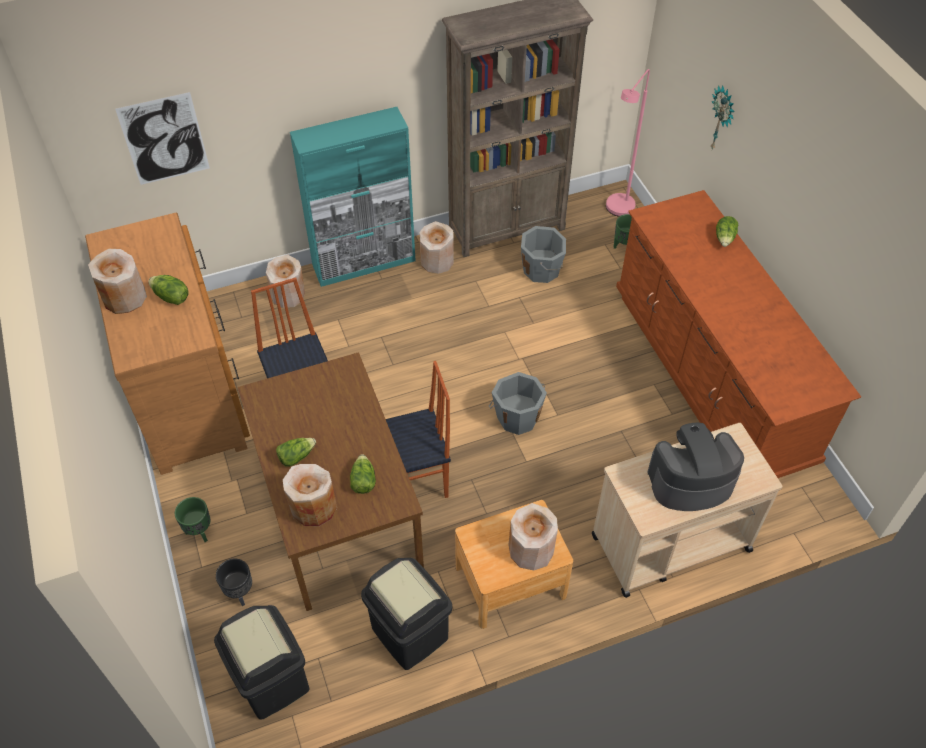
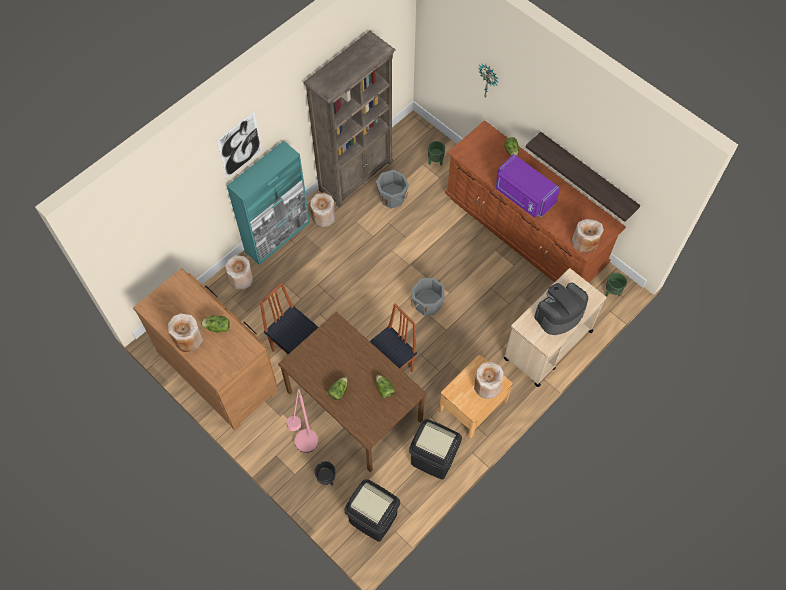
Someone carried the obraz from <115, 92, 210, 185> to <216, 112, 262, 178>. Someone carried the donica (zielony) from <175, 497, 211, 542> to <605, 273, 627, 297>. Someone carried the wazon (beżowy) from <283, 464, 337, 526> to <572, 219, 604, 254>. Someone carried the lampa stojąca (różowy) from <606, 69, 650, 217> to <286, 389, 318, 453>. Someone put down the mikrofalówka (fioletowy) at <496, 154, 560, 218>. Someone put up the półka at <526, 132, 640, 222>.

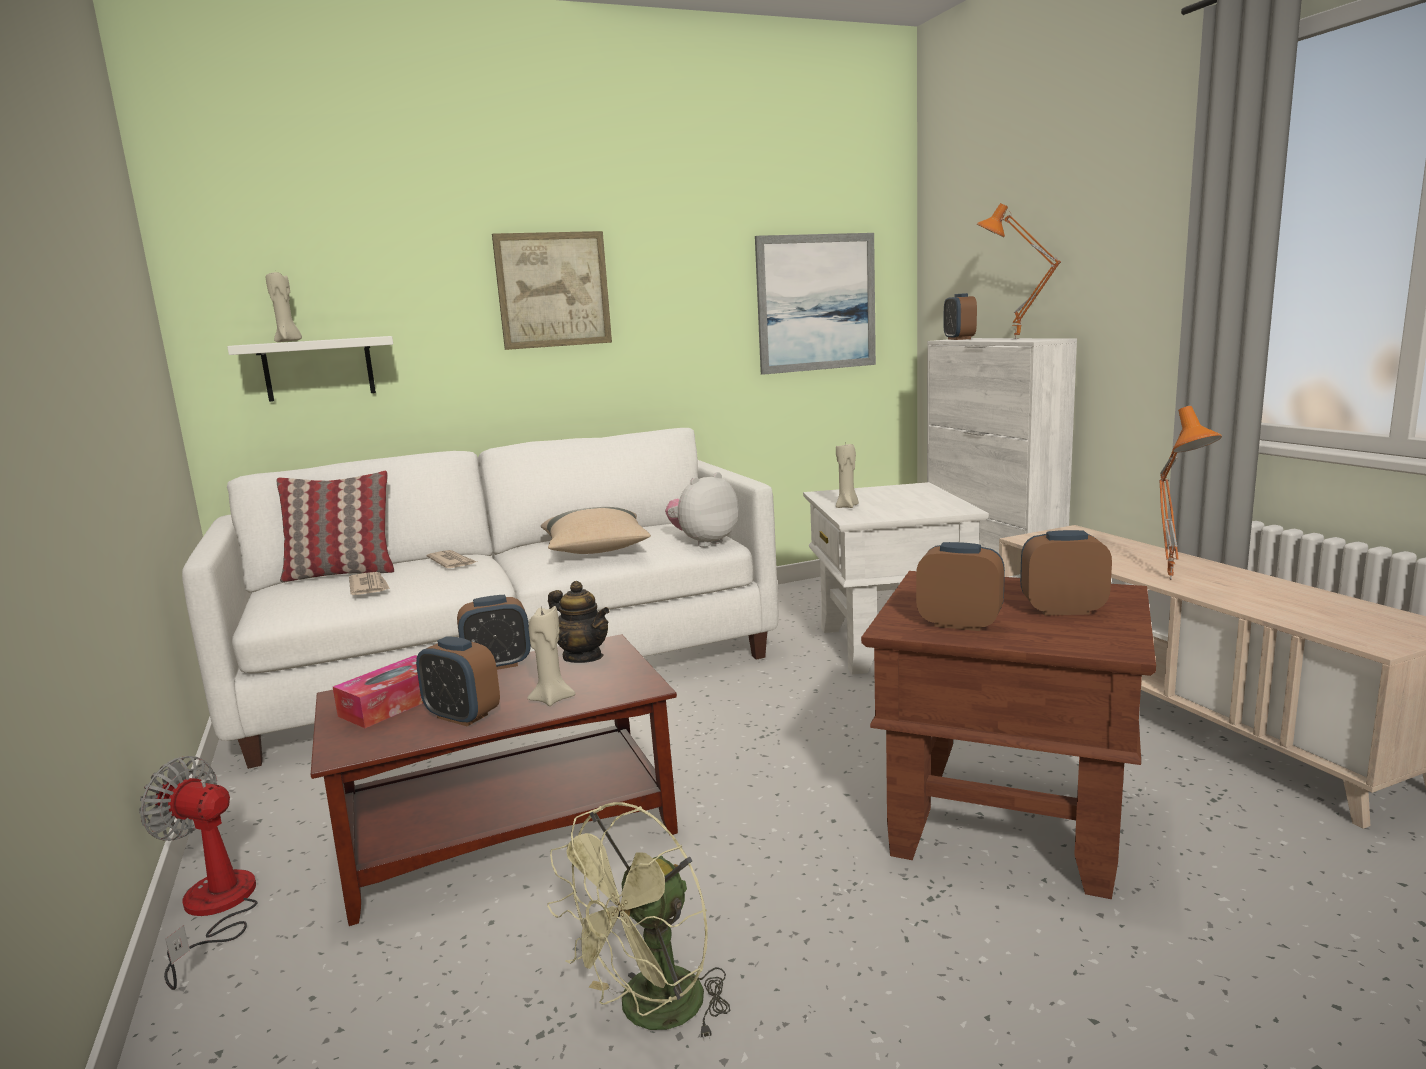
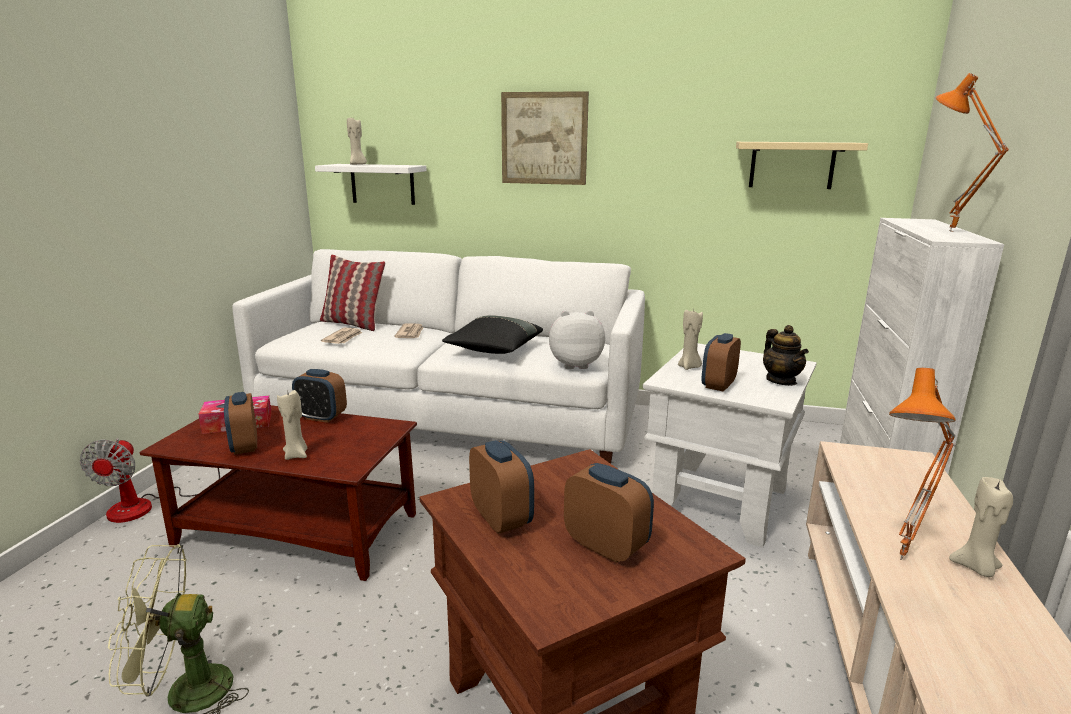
Someone rotated the wentylator at <139, 756, 257, 990> by 150 degrees counterclockwise. Someone repainted the poduszka (beżowy) at <541, 507, 651, 554>, which became the poduszka (czarny) at <442, 315, 543, 354>. Someone carried the imbryk from <548, 581, 610, 663> to <763, 325, 809, 386>. Someone swapped the obraz at <755, 233, 876, 375> for the półka (beżowy) at <736, 142, 868, 189>. Someone carried the budzik from <944, 293, 977, 340> to <702, 333, 741, 392>. Someone put down the świeca (beżowy) at <949, 477, 1013, 577>.

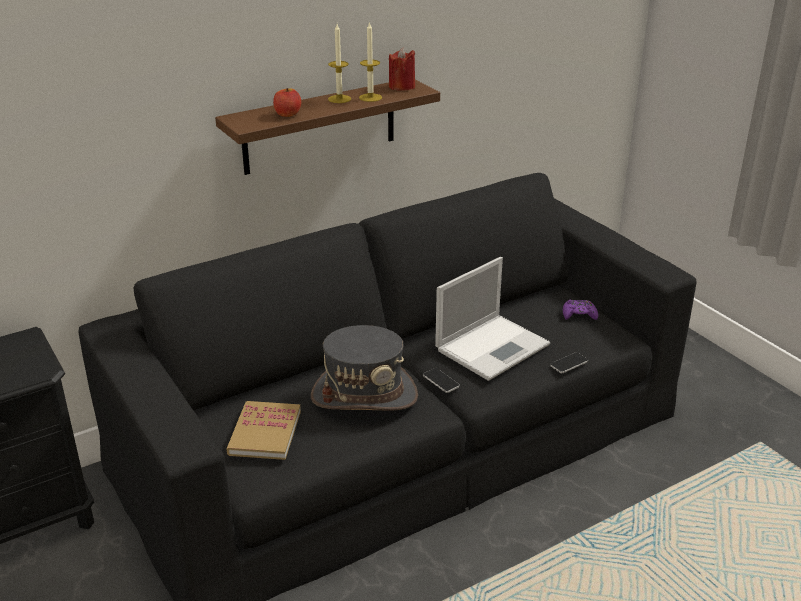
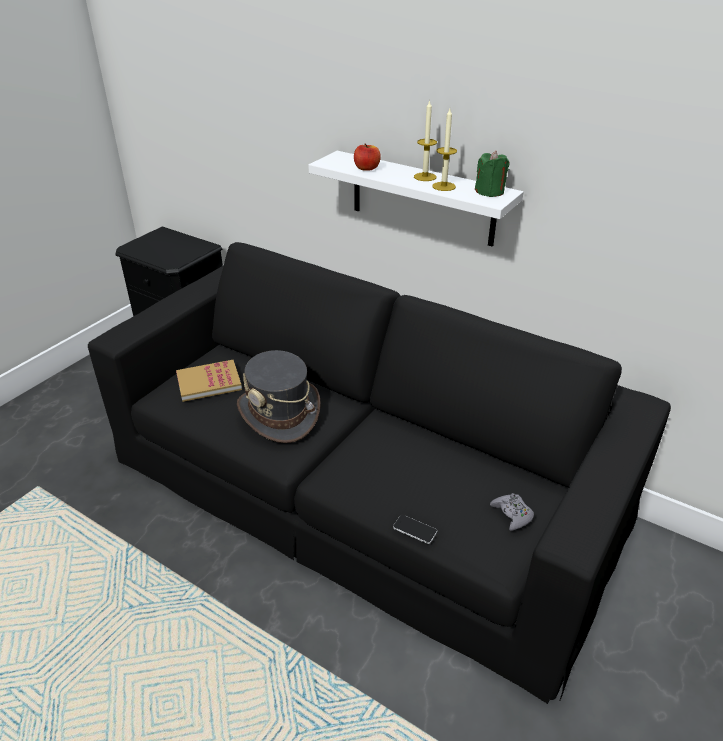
Someone repainted the półka (brązowy) at <215, 80, 440, 175>, which became the półka (biały) at <308, 151, 524, 247>. Someone repainted the świeca (czerwony) at <389, 48, 415, 91>, which became the świeca (zielony) at <475, 151, 510, 197>. Someone took away the telefon at <423, 368, 460, 393>. Someone took away the laptop at <435, 257, 550, 381>. Someone repainted the pad do gier (fioletowy) at <563, 300, 598, 320>, which became the pad do gier (szary) at <490, 493, 534, 531>.

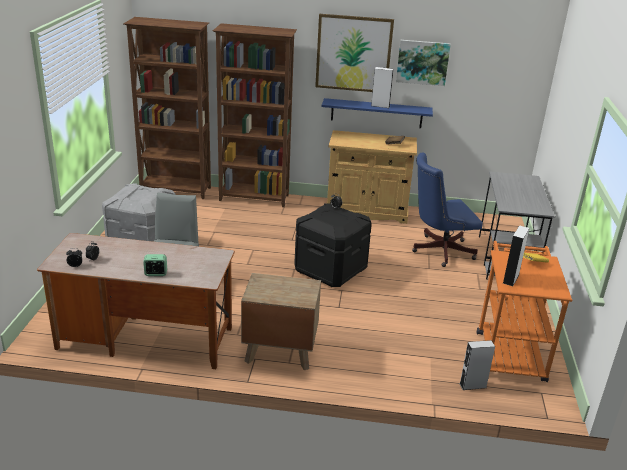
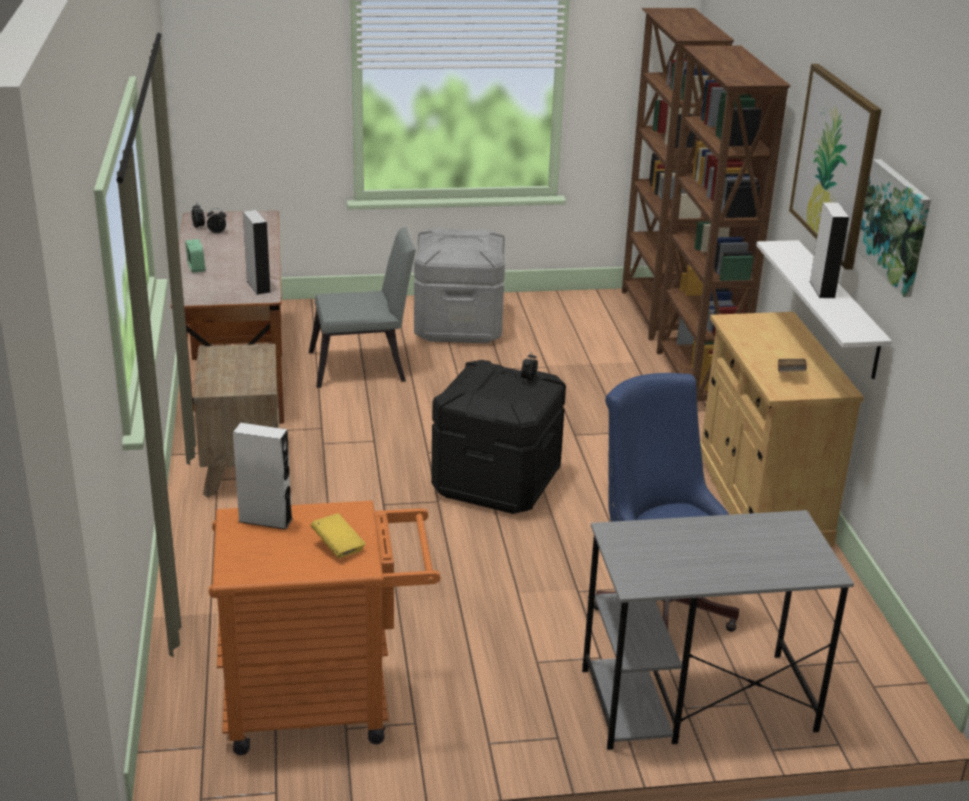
Someone repainted the półka (niebieski) at <322, 98, 433, 128>, which became the półka (biały) at <756, 240, 892, 379>. Someone carried the głośnik (szary) from <459, 340, 495, 390> to <243, 210, 271, 295>.

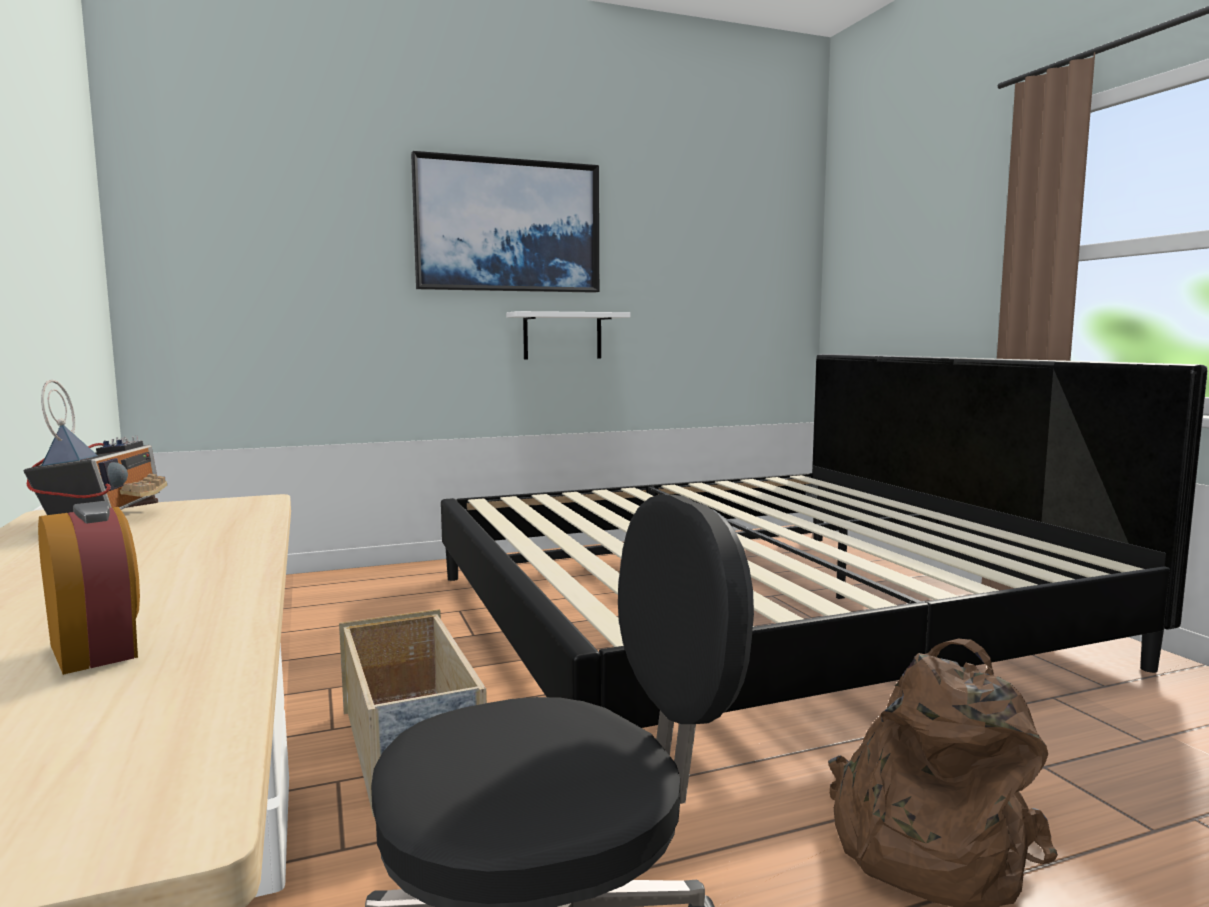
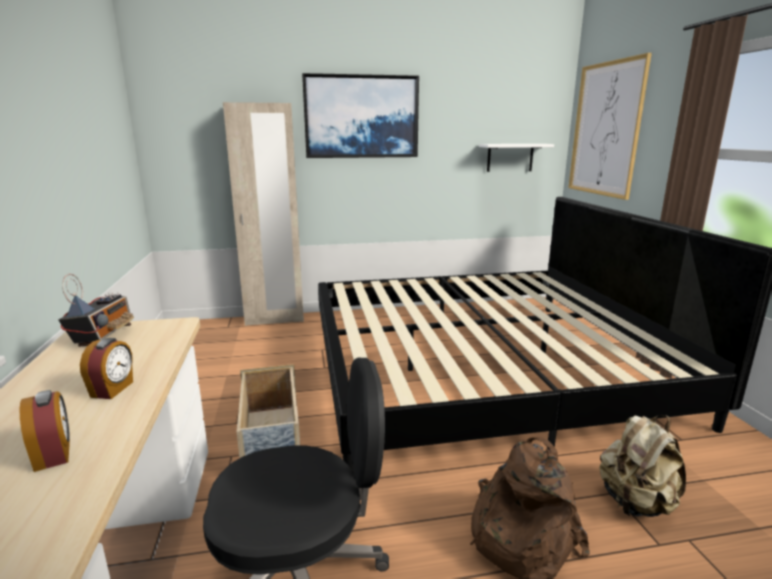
Someone carried the półka (biały) from <506, 311, 630, 359> to <479, 144, 554, 172>. Someone put down the budzik at <80, 338, 133, 399>. Someone put down the szafa (beżowy) at <223, 102, 304, 326>. Someone put up the obraz at <568, 53, 652, 200>. Someone put down the plecak (beżowy) at <599, 415, 686, 517>.

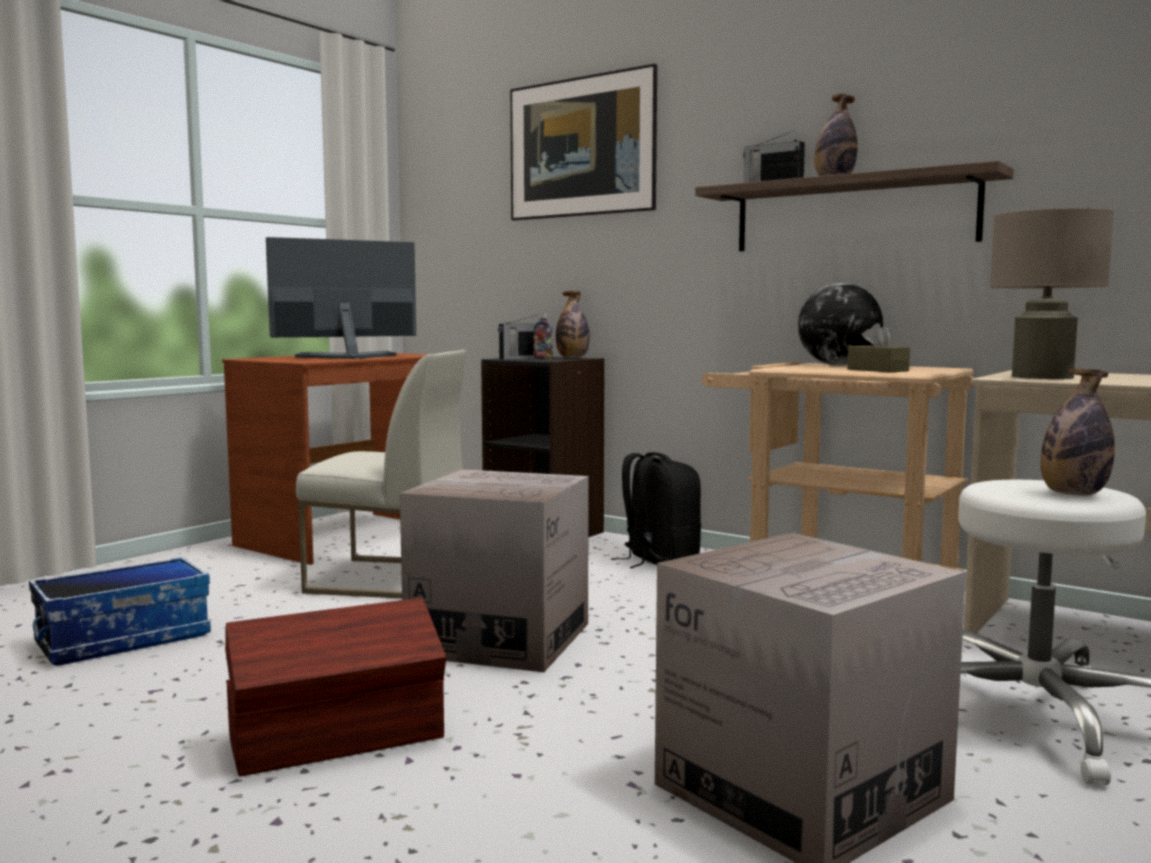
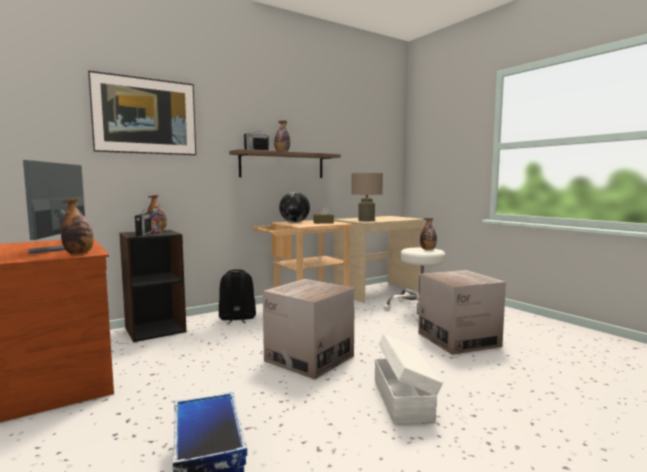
Someone repainted the pojemnik do przechowywania (brązowy) at <225, 598, 446, 776>, which became the pojemnik do przechowywania (biały) at <375, 334, 443, 425>. Someone took away the krzesło (biały) at <296, 350, 467, 598>. Someone put down the butelka at <61, 199, 93, 254>.

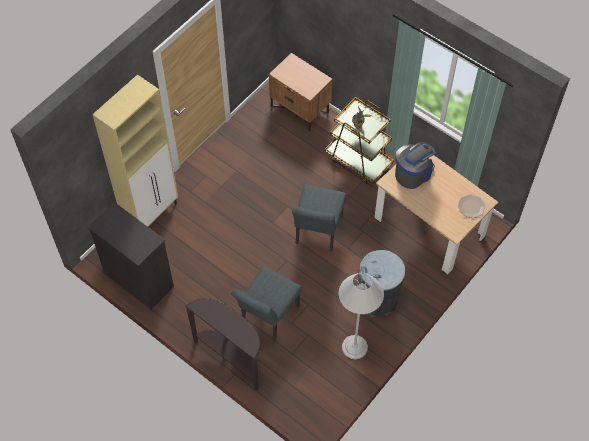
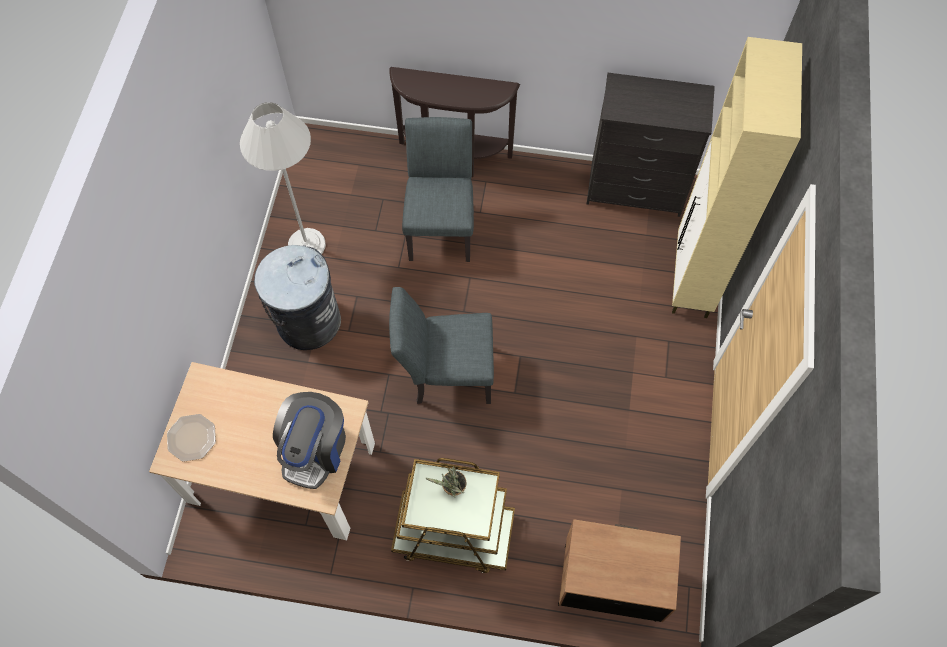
Someone rotated the krzesło (szary) at <292, 184, 346, 252> by 75 degrees counterclockwise.

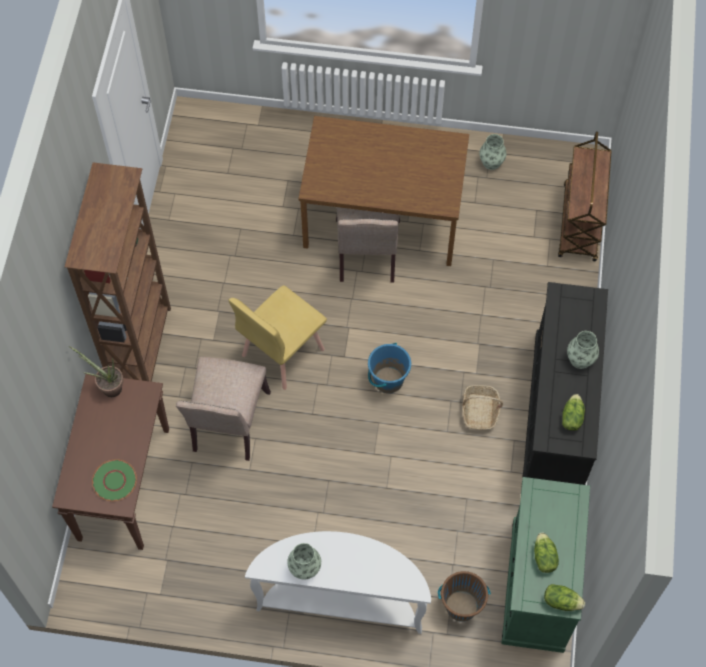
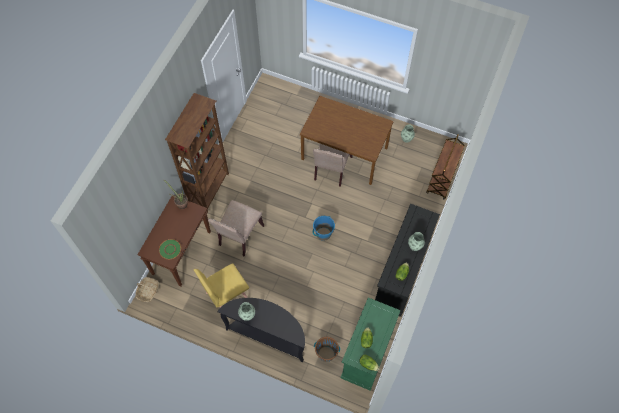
Someone carried the krzesło (żółty) from <228, 285, 327, 390> to <194, 264, 249, 308>. Someone repainted the stolik konsolowy (biały) at <245, 531, 431, 634>, which became the stolik konsolowy (czarny) at <218, 298, 305, 362>. Someone carried the koszyk from <462, 385, 503, 430> to <136, 277, 159, 302>.

